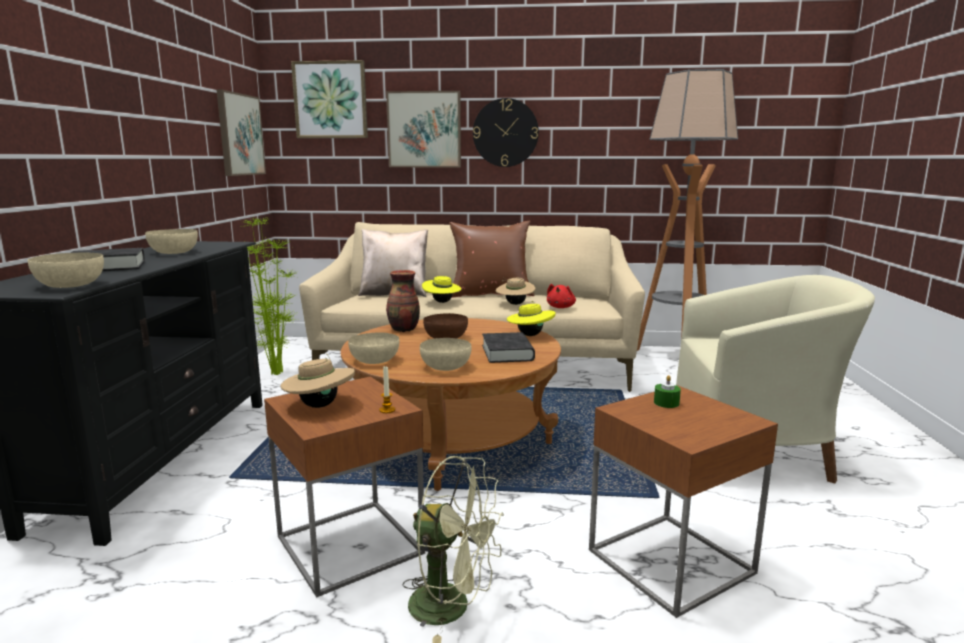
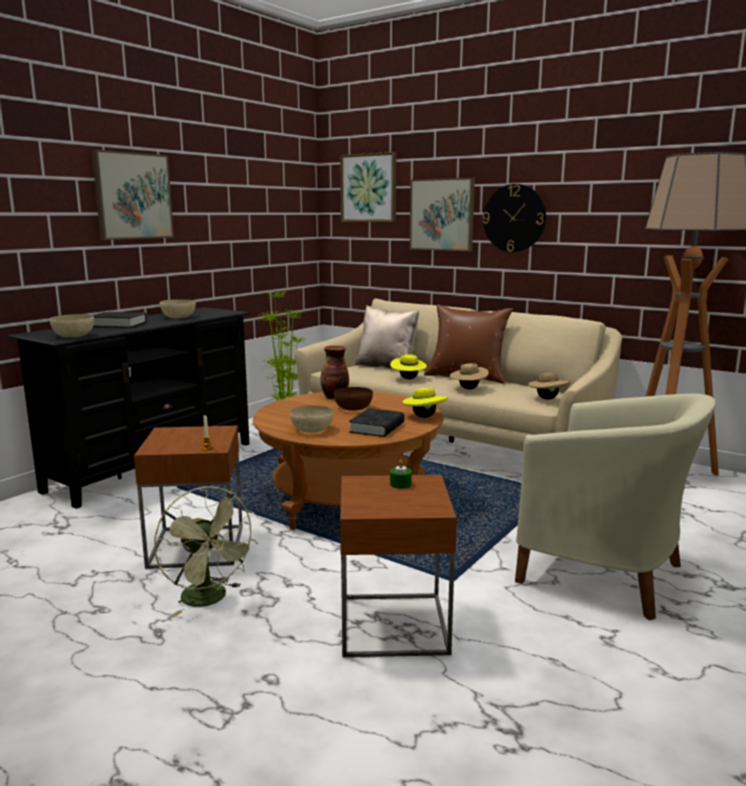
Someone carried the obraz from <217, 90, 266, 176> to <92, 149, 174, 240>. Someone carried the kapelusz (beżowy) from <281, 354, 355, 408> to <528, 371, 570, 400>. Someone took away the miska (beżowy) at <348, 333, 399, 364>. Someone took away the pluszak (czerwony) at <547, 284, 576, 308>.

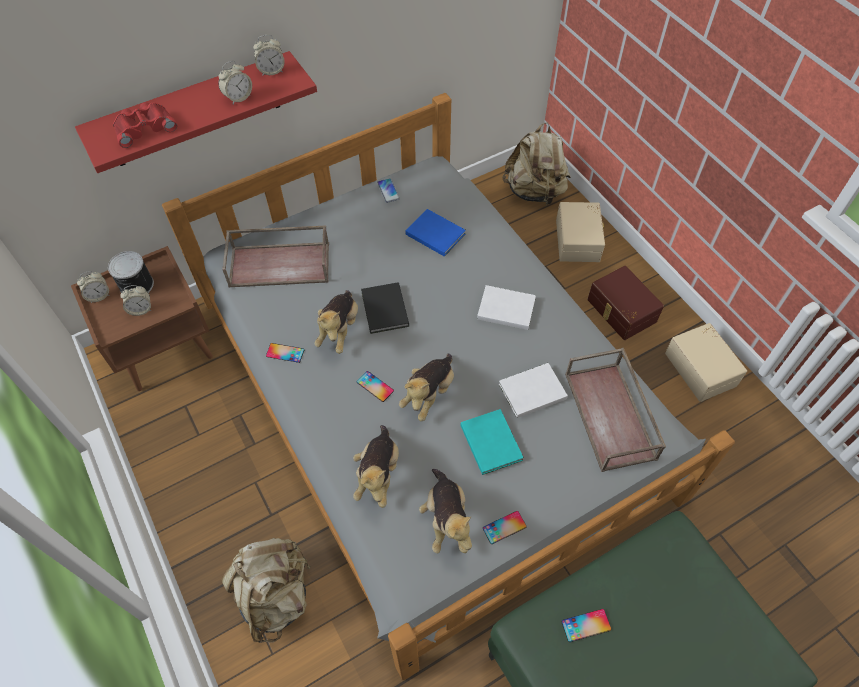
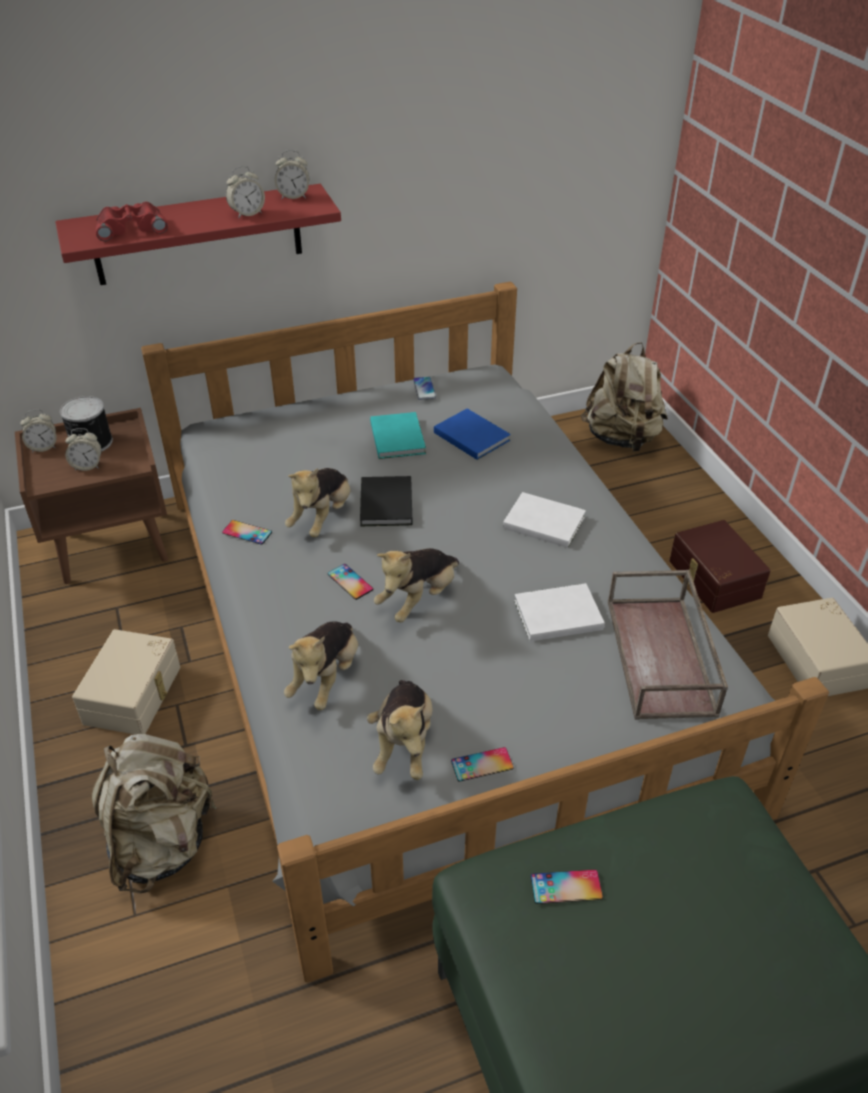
Someone took away the taca (brązowy) at <222, 225, 329, 287>. Someone carried the książka (turkusowy) from <460, 409, 524, 475> to <370, 412, 426, 459>. Someone carried the pojemnik do przechowywania (beżowy) from <556, 202, 605, 262> to <72, 629, 180, 734>.

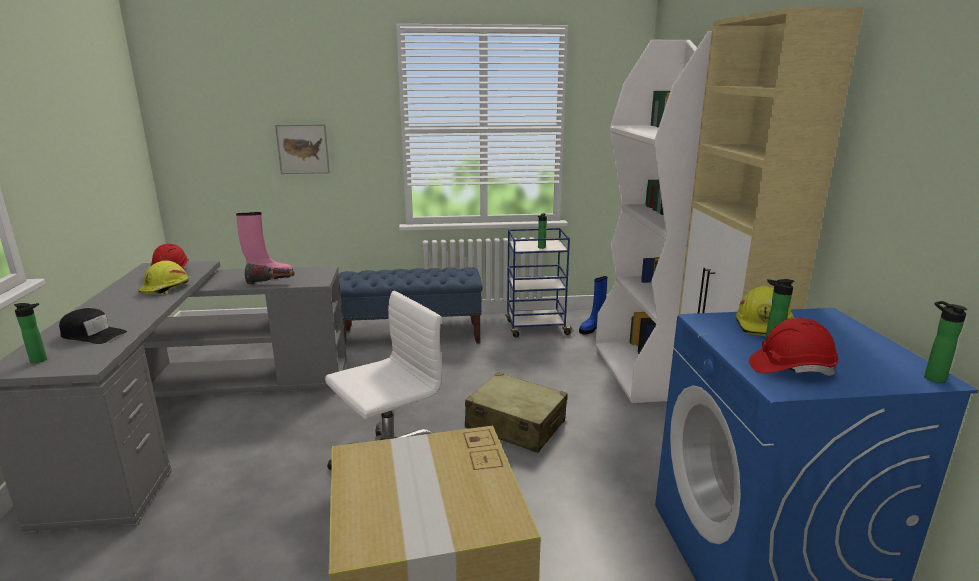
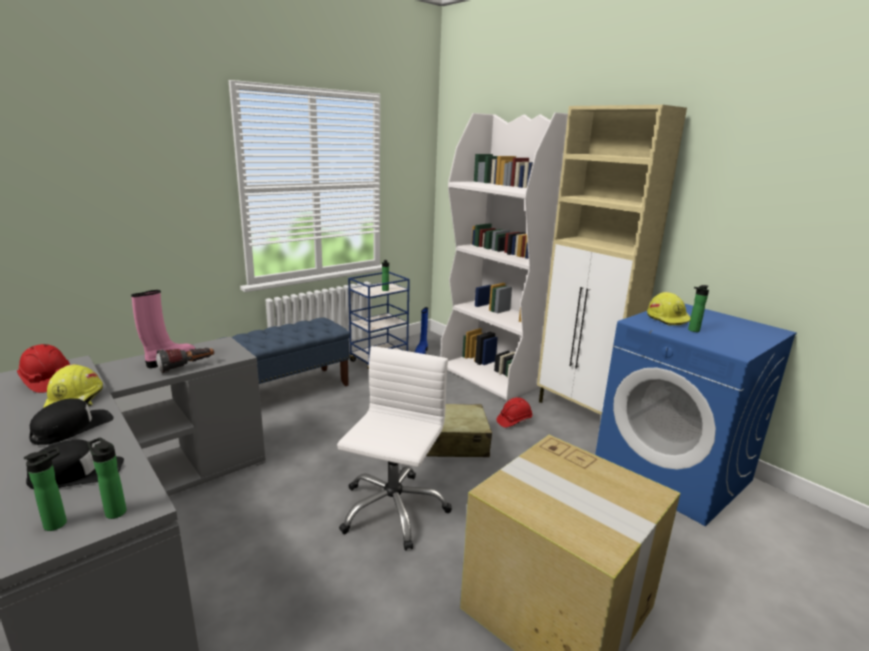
Someone took away the obraz at <275, 124, 330, 174>. Someone carried the kask (czerwony) from <749, 318, 839, 376> to <496, 397, 533, 428>. Someone carried the butelka from <924, 301, 967, 383> to <87, 438, 127, 519>. Someone put down the czapka z daszkiem (czarny) at <29, 398, 114, 445>.

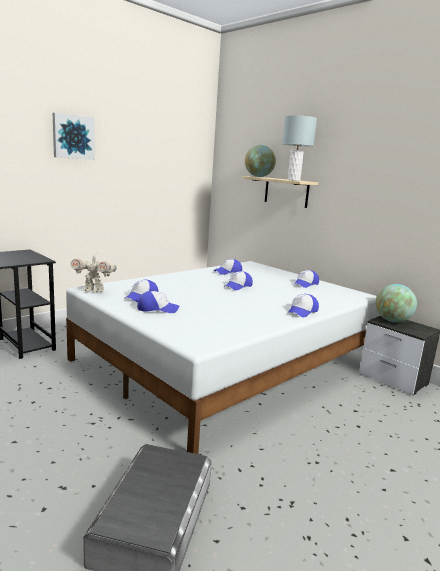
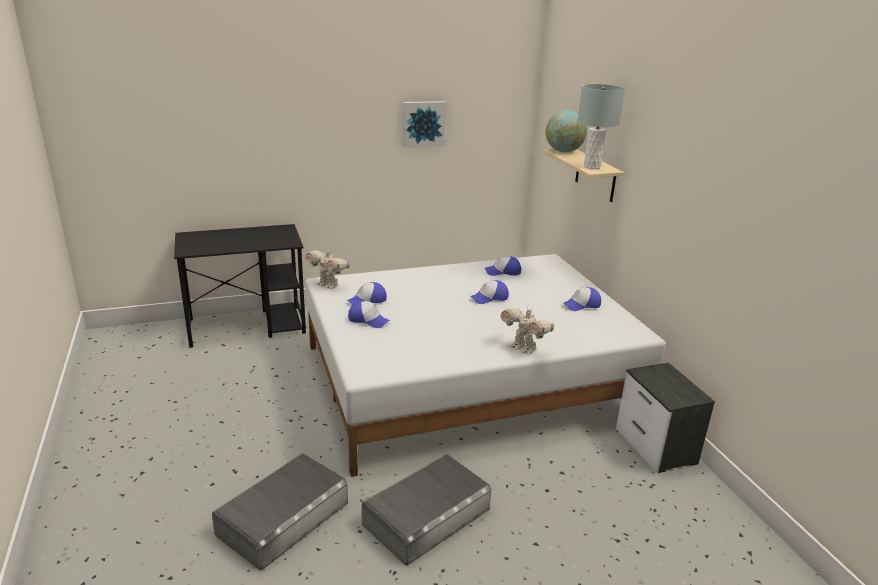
Someone carried the obraz from <53, 113, 95, 160> to <402, 101, 447, 147>. Someone swapped the czapka z daszkiem at <287, 294, 319, 317> for the robot zabawkowy at <501, 306, 554, 354>. Someone took away the globus at <376, 284, 417, 323>. Someone put down the pojemnik do przechowywania (szary) at <362, 454, 492, 566>.

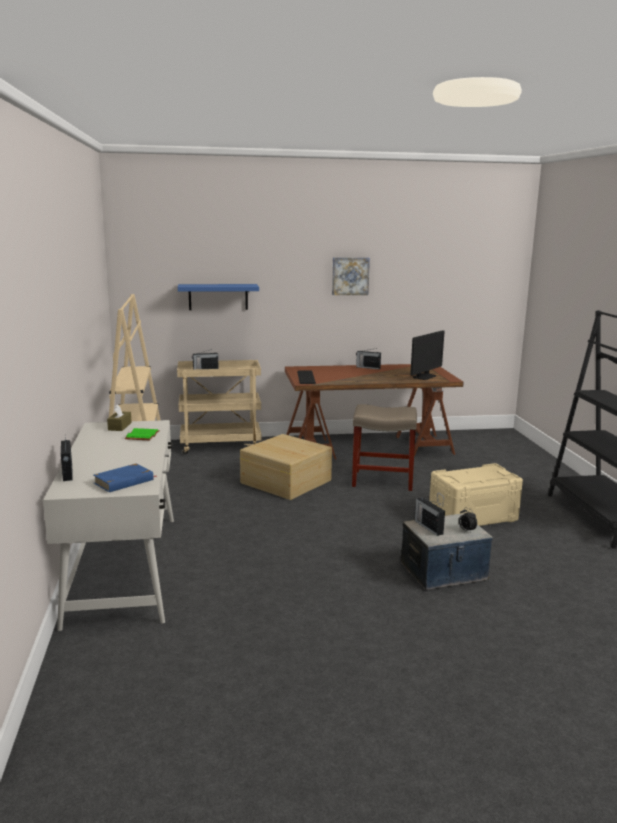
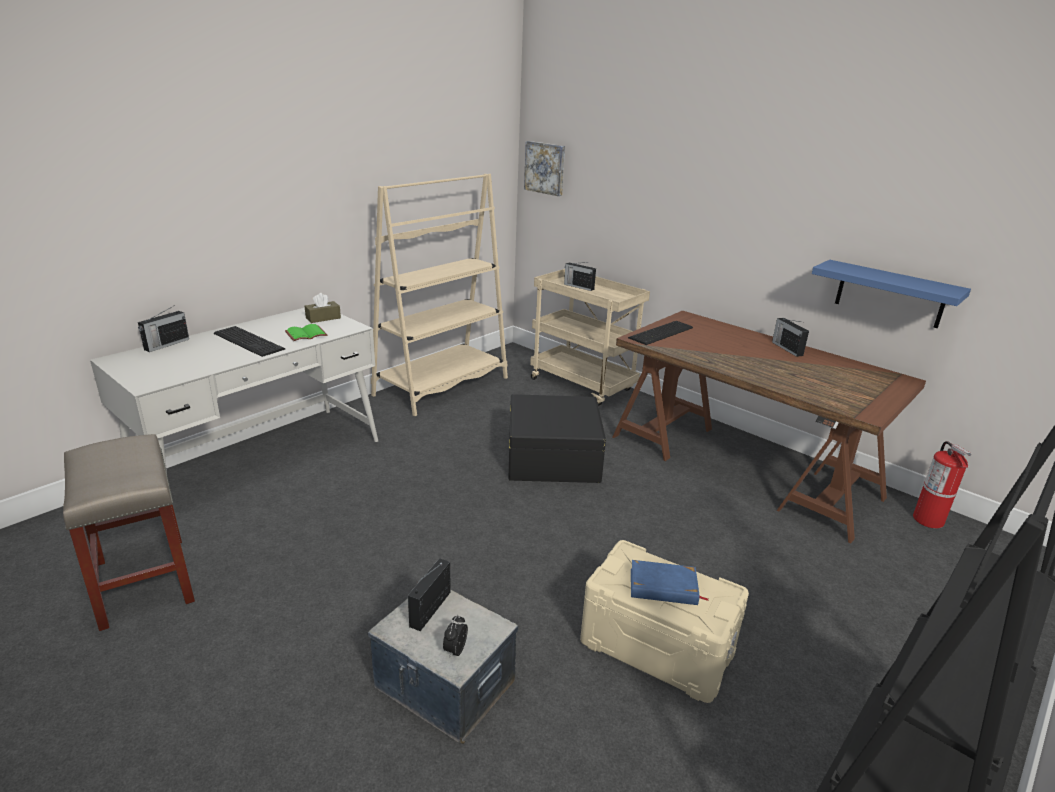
Someone carried the książka (niebieski) from <93, 463, 157, 492> to <631, 560, 709, 605>. Someone carried the półka (niebieski) from <178, 284, 259, 310> to <812, 260, 971, 328>. Someone repainted the pojemnik do przechowywania (beżowy) at <240, 434, 332, 500>, which became the pojemnik do przechowywania (czarny) at <509, 394, 606, 483>. Someone carried the obraz from <332, 257, 370, 295> to <524, 141, 565, 196>. Someone carried the stołek (beżowy) from <352, 404, 417, 491> to <63, 434, 195, 631>. Someone took away the monitor at <410, 330, 445, 380>. Someone put down the klawiatura at <214, 326, 285, 357>. Someone put down the gaśnica at <913, 441, 972, 528>.

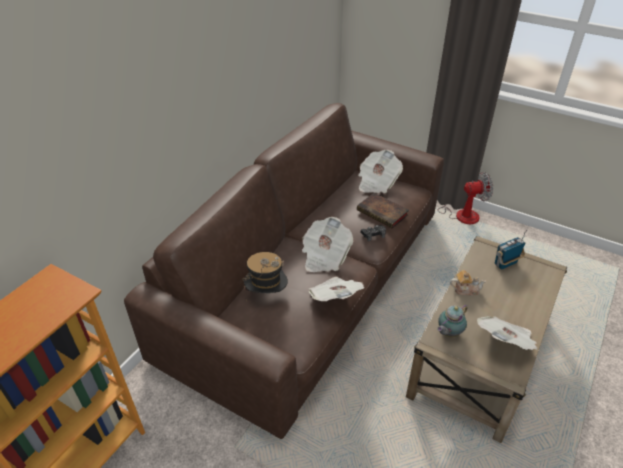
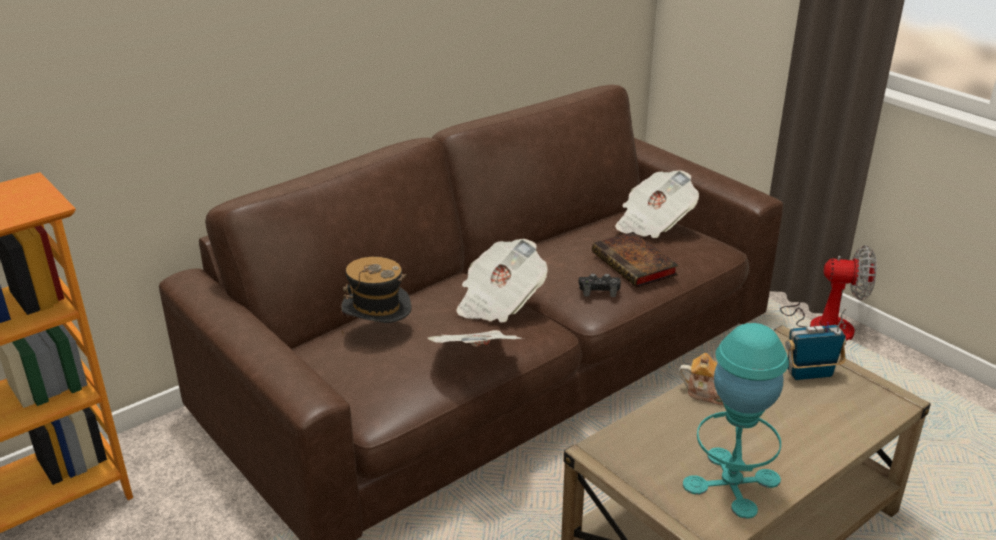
Someone took away the imbryk at <437, 305, 467, 338>. Someone swapped the gazeta at <477, 316, 538, 350> for the lampa stołowa (turkusowy) at <683, 323, 789, 519>.

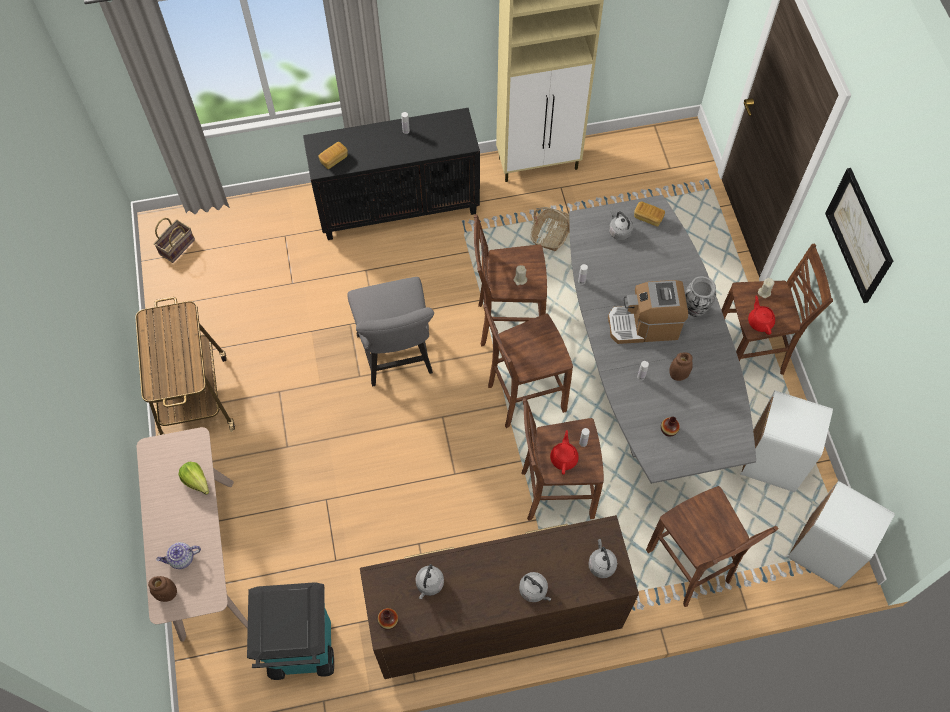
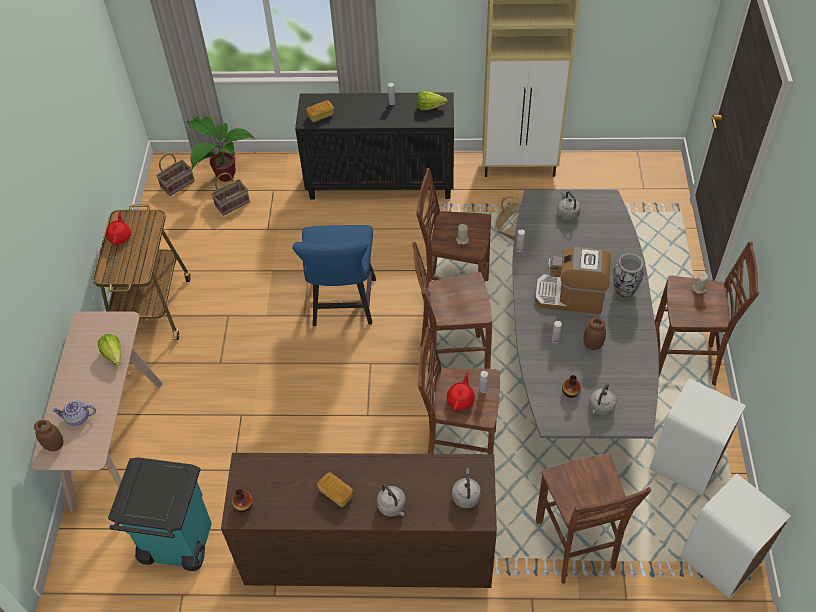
Someone repainted the krzesło (szary) at <347, 277, 434, 387>, which became the krzesło (niebieski) at <292, 225, 376, 326>. Someone carried the czajnik (szary) from <415, 564, 444, 599> to <589, 383, 616, 416>. Someone carried the chleb from <634, 201, 665, 227> to <317, 472, 353, 507>. Someone carried the imbryk (czerwony) from <748, 295, 775, 335> to <106, 212, 131, 246>. Someone took away the obraz at <825, 168, 893, 303>. Someone put down the roślina doniczkowa at <187, 116, 255, 182>. Someone put down the koszyk at <211, 173, 250, 216>. Someone put down the sałata at <417, 91, 448, 110>.

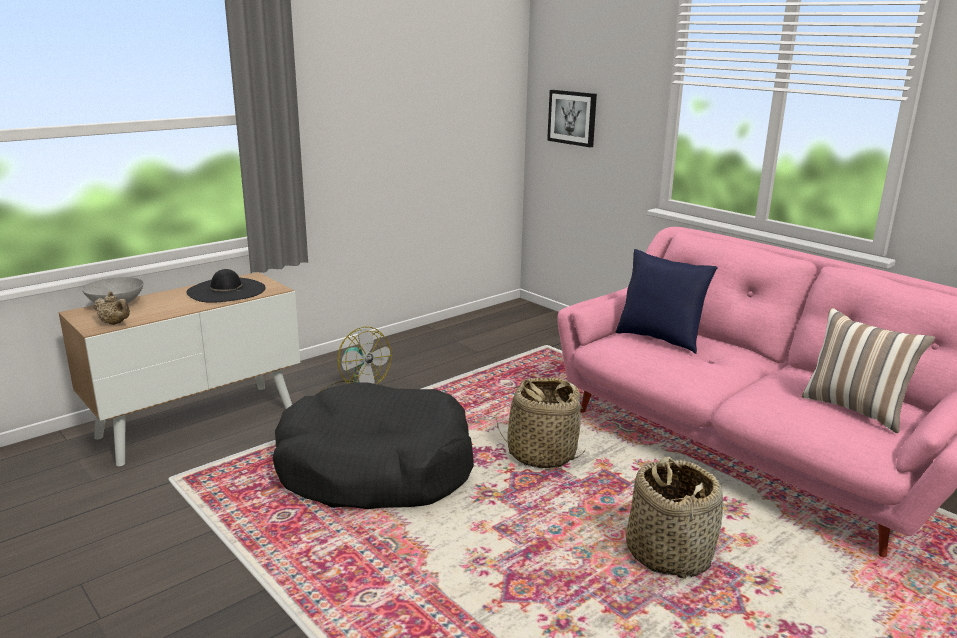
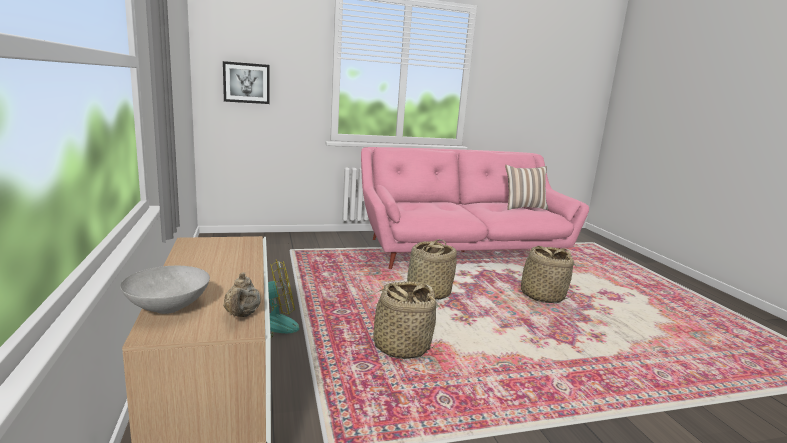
Someone rotated the imbryk (beżowy) at <93, 291, 130, 325> by 120 degrees clockwise. Someone took away the kapelusz (czarny) at <187, 269, 266, 303>. Someone swapped the legowisko (czarny) at <272, 382, 474, 509> for the koszyk at <362, 281, 441, 359>. Someone took away the poduszka (niebieski) at <616, 249, 718, 354>.

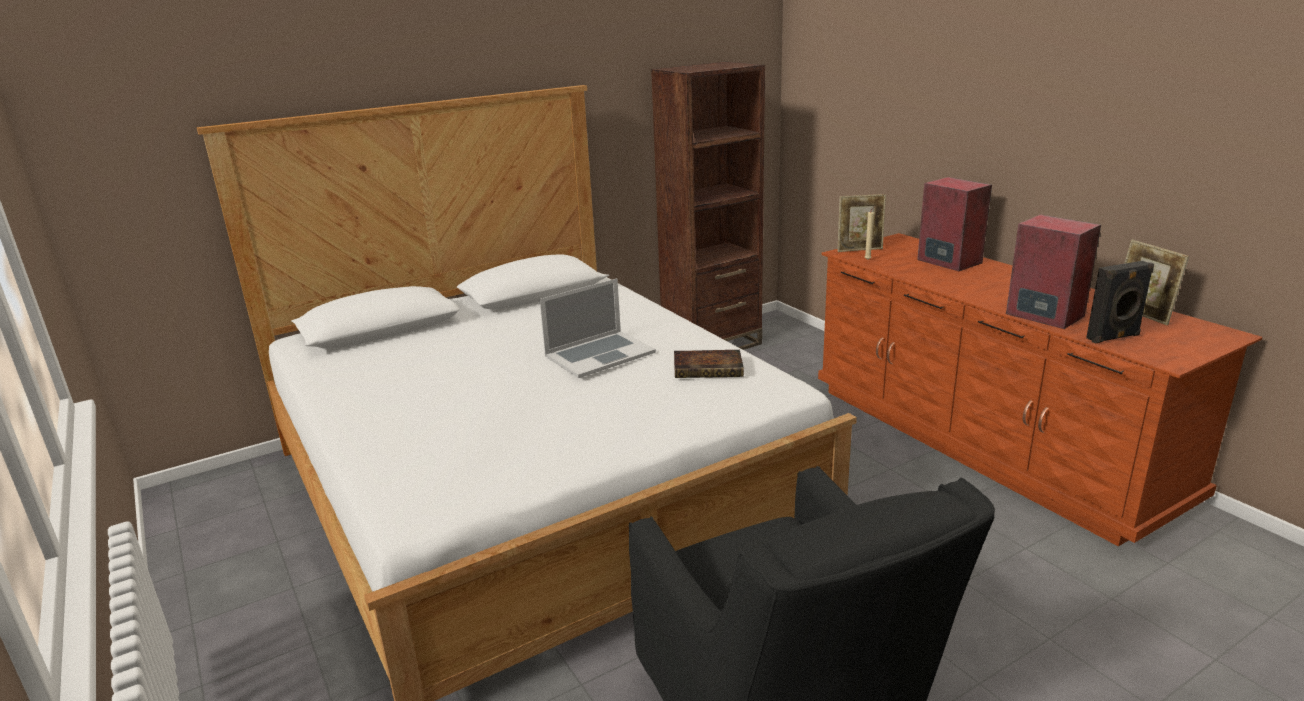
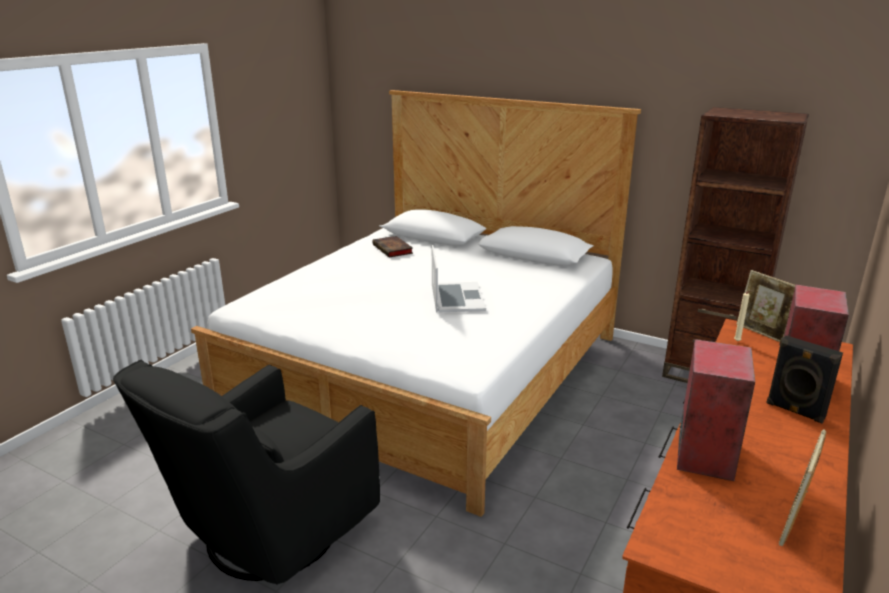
Someone rotated the laptop at <539, 278, 656, 378> by 120 degrees counterclockwise. Someone carried the książka from <674, 350, 744, 378> to <373, 236, 413, 258>. Someone carried the głośnik (czarny) from <1086, 261, 1154, 344> to <766, 335, 843, 423>.

